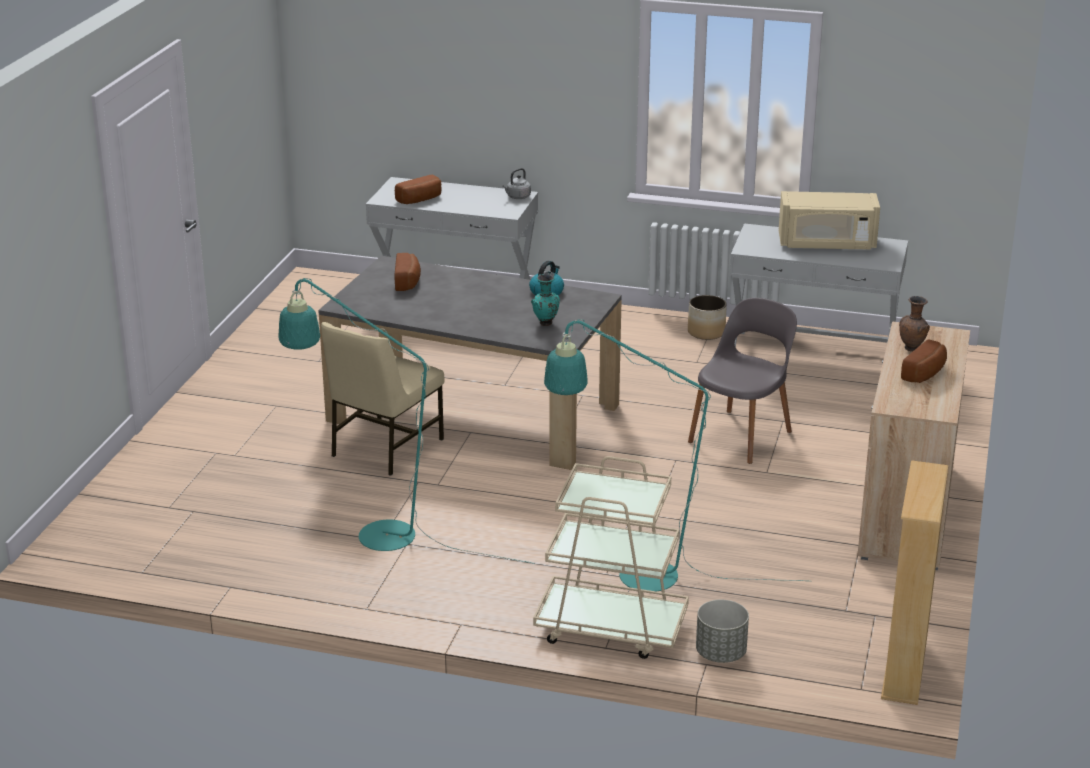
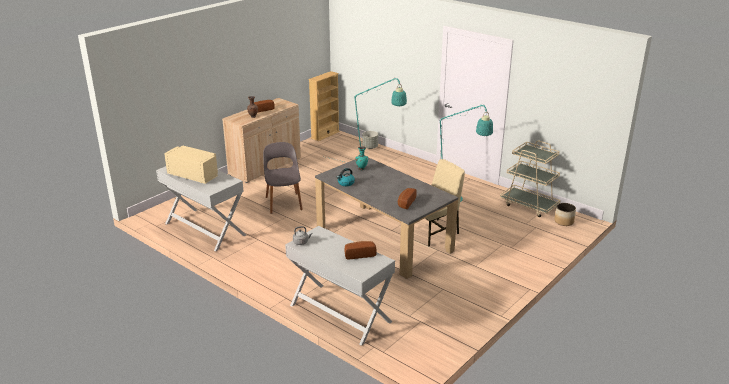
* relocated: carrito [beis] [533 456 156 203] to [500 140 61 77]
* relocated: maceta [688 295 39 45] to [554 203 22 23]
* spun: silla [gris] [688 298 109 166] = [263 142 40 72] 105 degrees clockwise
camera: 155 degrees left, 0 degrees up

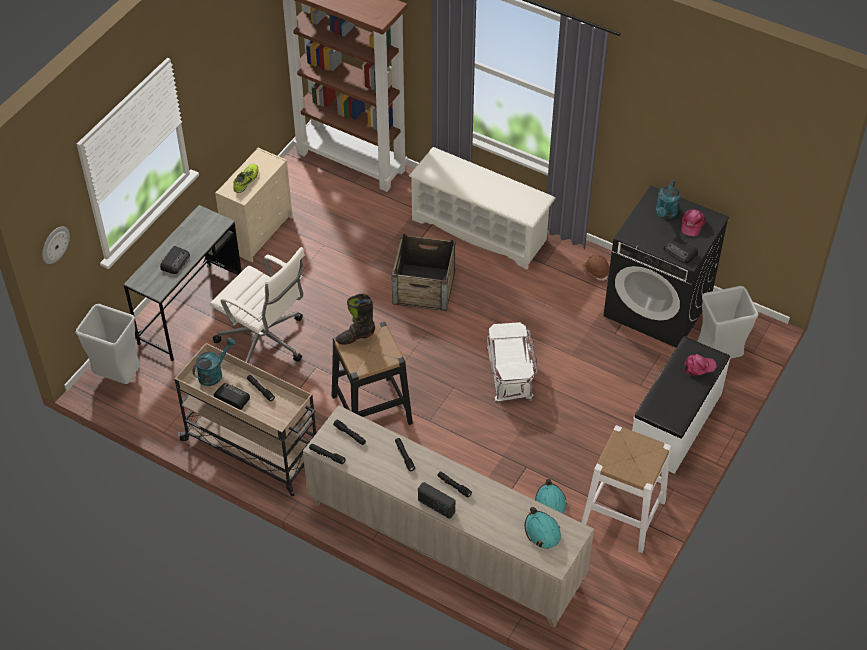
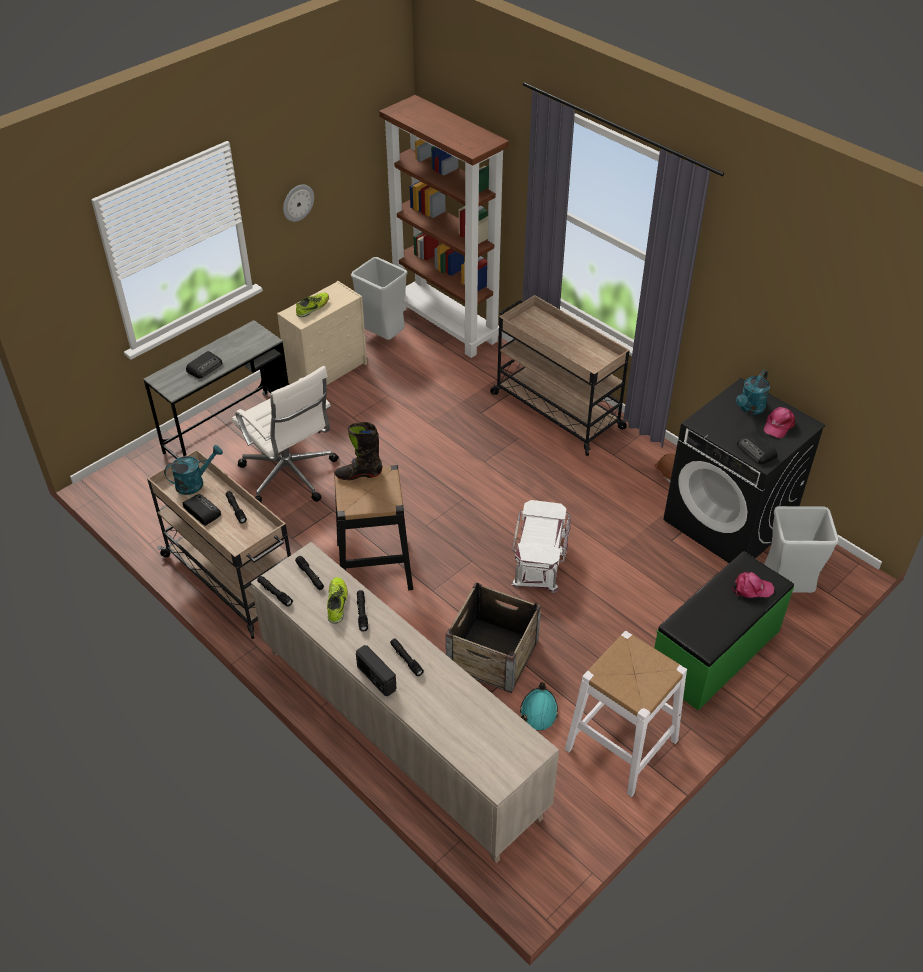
* missing: casco [turquesa] [525 507 36 42]
* appeared: zapato [327 577 21 47]
* relocated: reloj de pared [42 226 28 38] to [283 185 31 37]
* relocated: papelera [gris] [75 304 65 80] to [351 257 56 83]
* relocated: caja de embalaje [392 234 64 77] to [446 582 95 111]
* exchanged: zapatero [blanco] [409 147 147 122] to carrito [beis] [490 295 140 161]
* colour: banco [blanco] [632 336 98 138] to banco [verde] [654 551 140 159]
camera: 15 degrees right, 5 degrees down

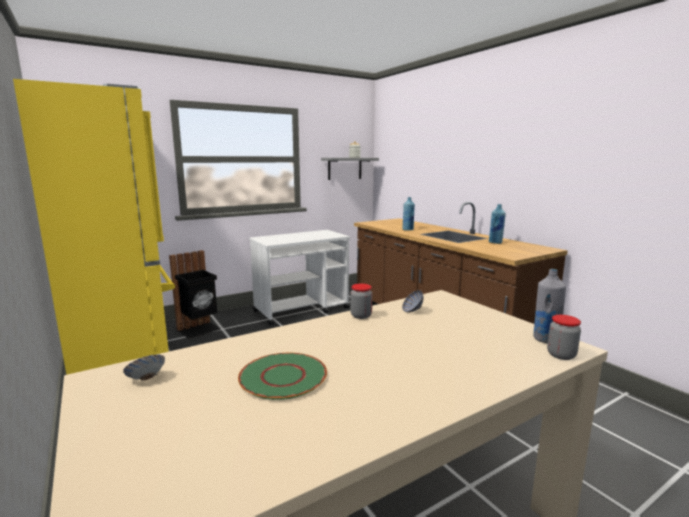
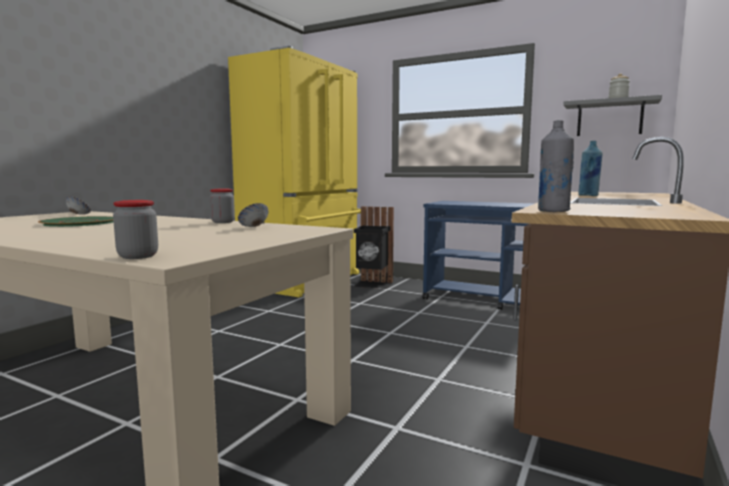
* missing: botella [azul] [489 204 17 40]
* relocated: botella [gris] [533 269 33 74] to [538 120 36 92]
* colour: carrito [blanco] [249 230 101 95] to carrito [azul] [422 201 113 109]
camera: 60 degrees right, 5 degrees down

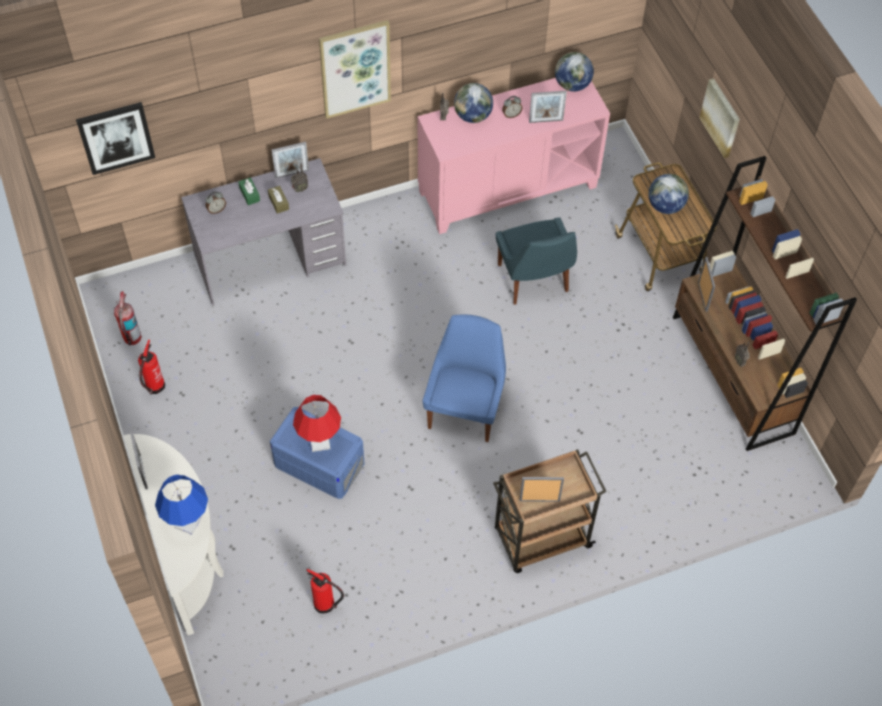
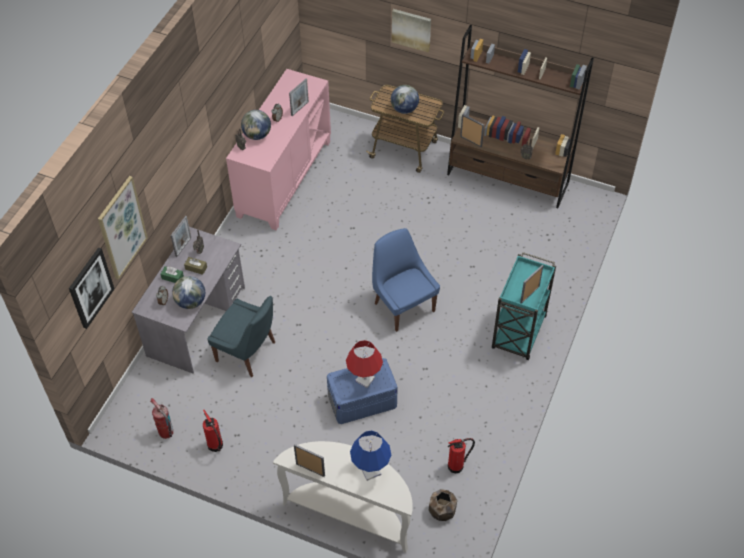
* appeared: maceta [marrón] [429 489 28 32]
* relocated: cuadro [319 20 72 99] to [98 176 50 104]
* relocated: silla [azul] [496 217 81 88] to [207 296 68 81]
* relocated: globo terráqueo [555 52 39 40] to [172 276 33 33]
* colour: carrito [marrón] [493 449 114 124] to carrito [turquesa] [492 252 64 108]
camera: 45 degrees left, 5 degrees down

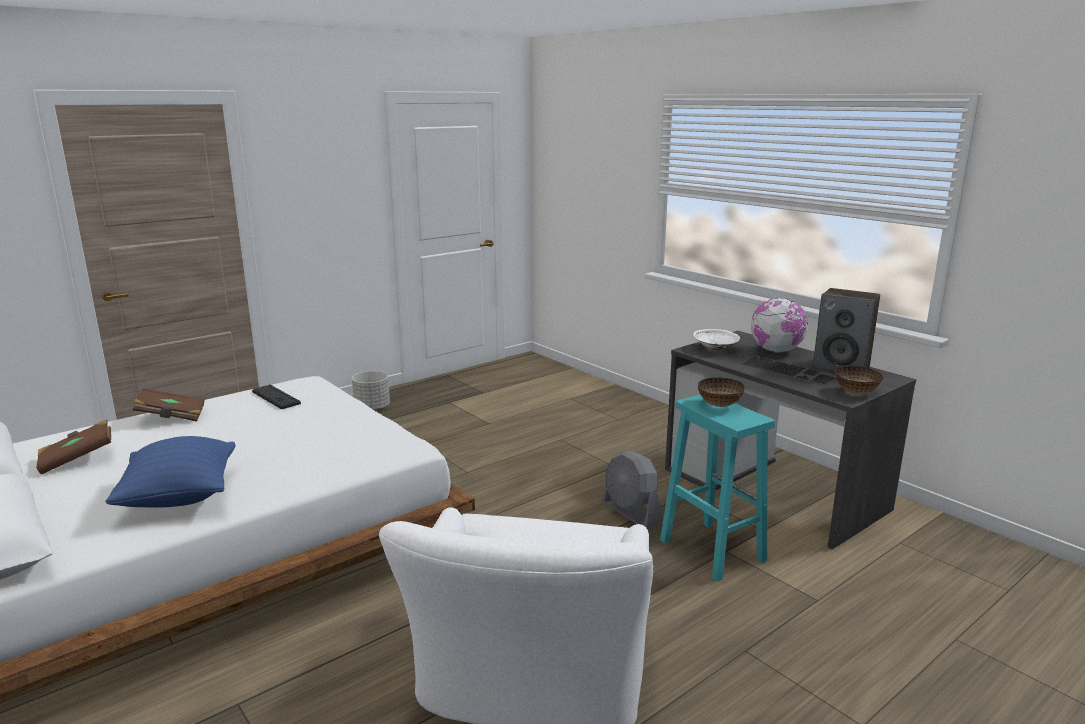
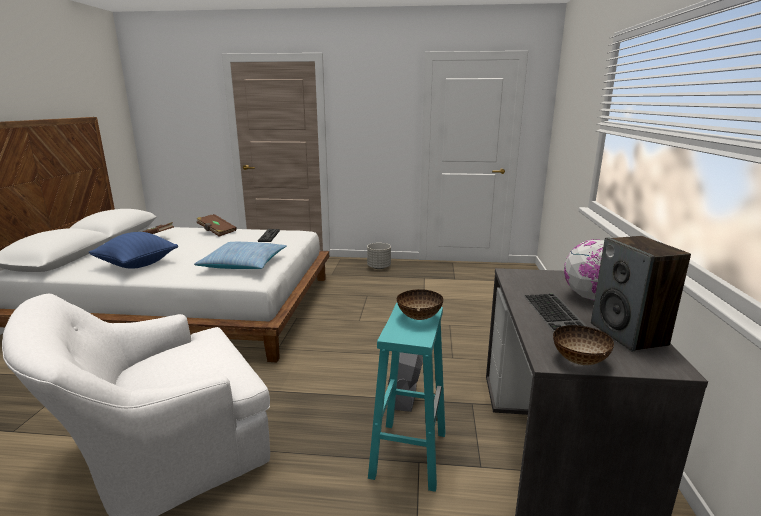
* missing: cuenco [blanco] [693 329 47 21]
* appeared: cojín [194 242 93 27]
camera: 45 degrees right, 0 degrees up

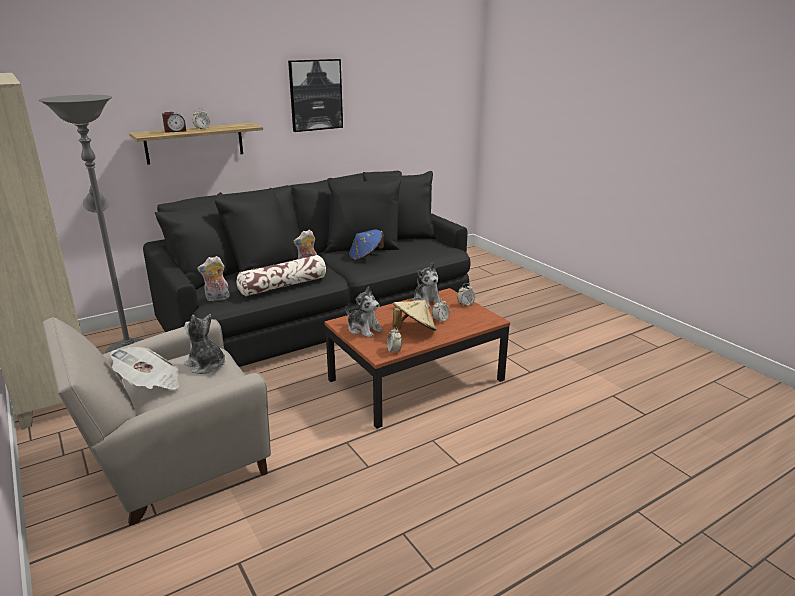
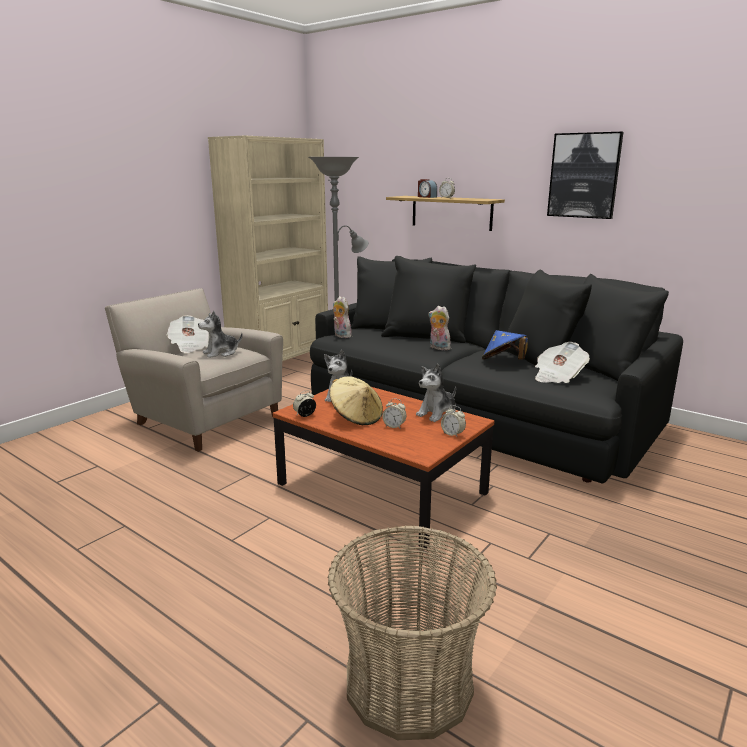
* missing: cojín [237 255 89 41]
* appeared: cesta [327 525 170 215]
* appeared: periódico [535 342 55 41]
* spun: peluche [184 314 41 60] = [198 311 45 47] 135 degrees counterclockwise
camera: 70 degrees right, 5 degrees down

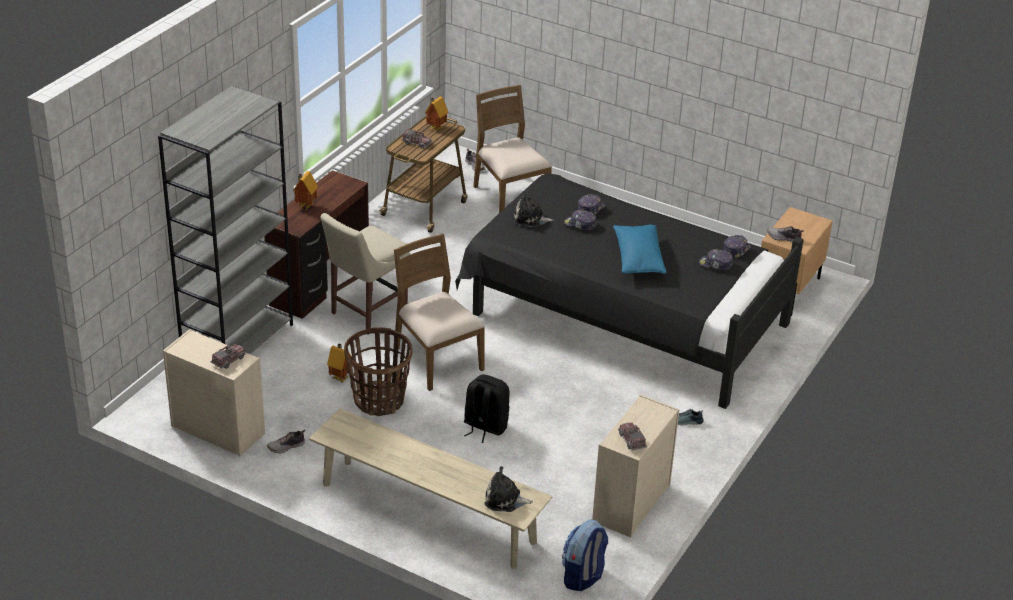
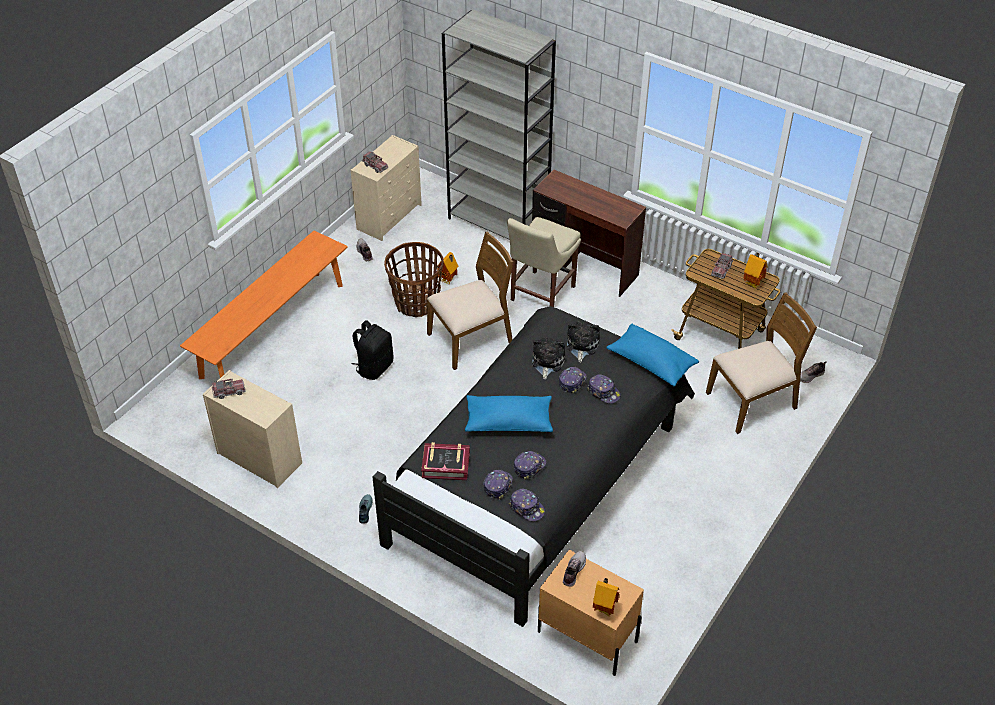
* missing: mochila [562 519 46 72]
* appeared: libro [421 442 49 38]
* appeared: gorra [514 451 32 29]
* appeared: cojín [azul] [606 324 93 62]
* relocated: casita [293 171 25 39] to [593 578 27 38]
* relocated: peluche [484 466 49 46] to [532 337 33 43]
* colour: banco [beis] [309 408 244 161] to banco [naranja] [180 231 168 148]
* spun: silla [beis] [321 213 90 122] = [507 217 74 90] 105 degrees counterclockwise
camera: 95 degrees right, 10 degrees up

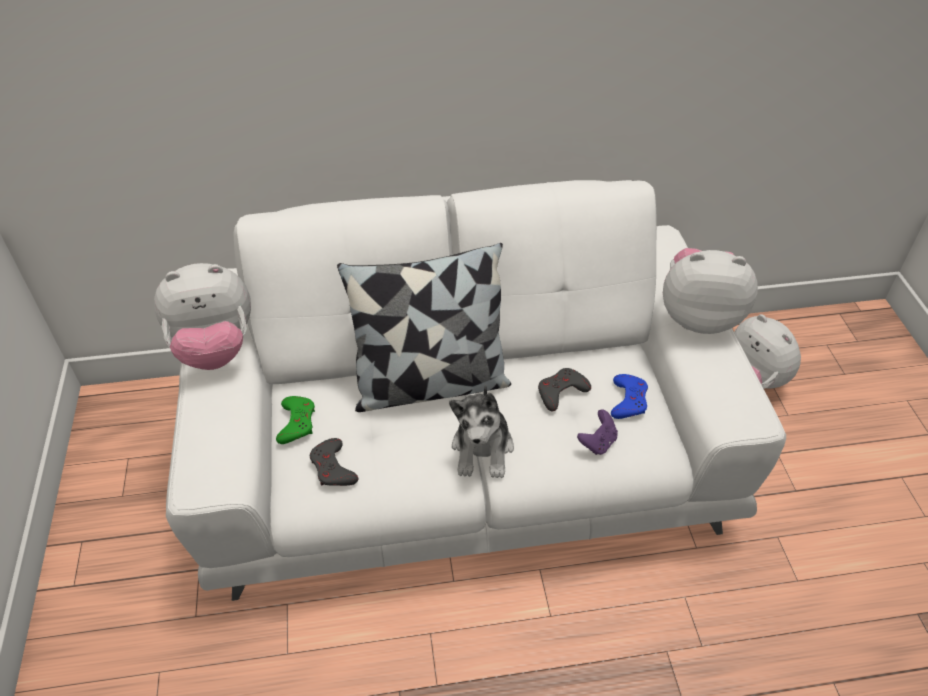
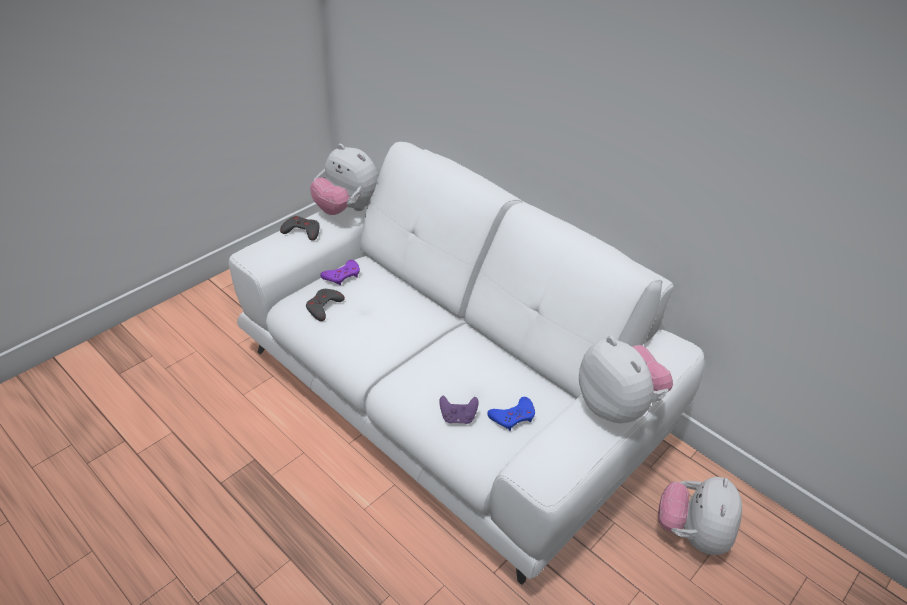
* missing: cojín [337 243 174 169]
* missing: peluche [449 385 65 93]
* relocated: mando de consola [gris] [538 368 53 43] to [280 216 40 25]
* colour: mando de consola [verde] [276 396 39 48] to mando de consola [morado] [320 260 40 25]
camera: 50 degrees right, 5 degrees down

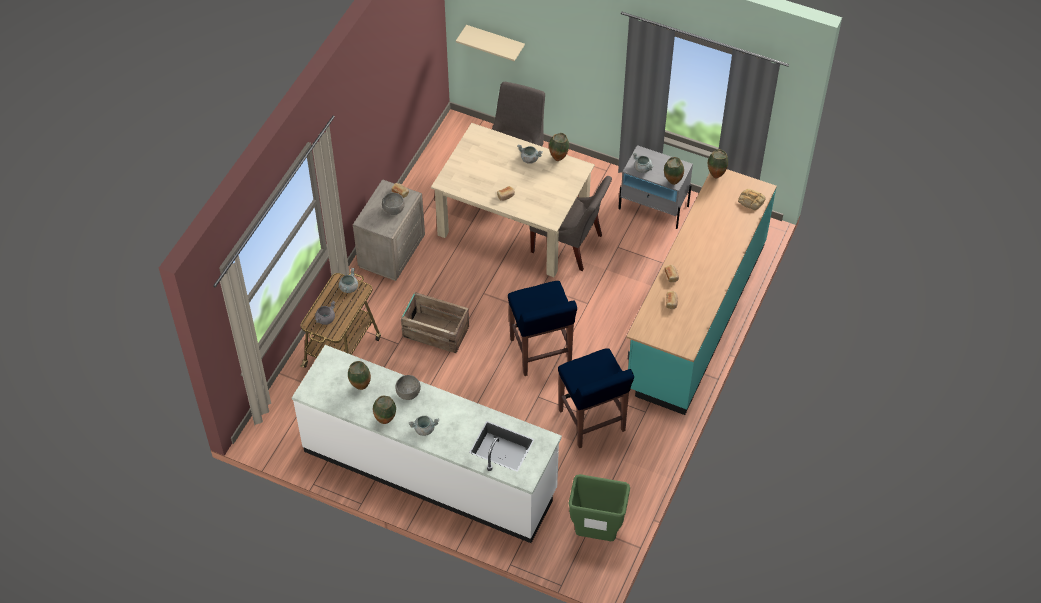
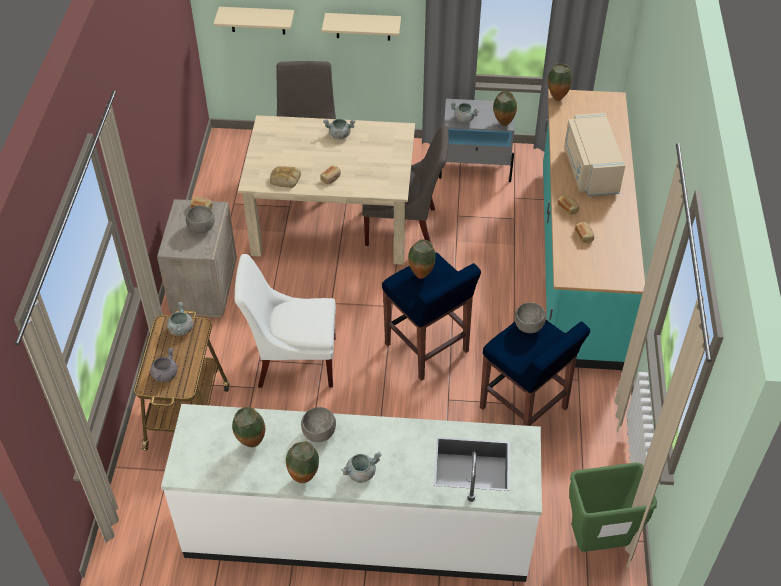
* appeared: estante [beis] [322 13 79 28]
* appeared: cuenco [gris] [515 303 31 30]
* appeared: microondas [beis] [564 113 61 83]
* relocated: florero [549 133 20 28] to [408 239 27 40]
* relocated: pan [738 189 28 21] to [270 166 31 22]
* exchanged: caja de embalaje [401 292 68 61] to silla [blanco] [234 254 102 134]
camera: 20 degrees left, 5 degrees down

